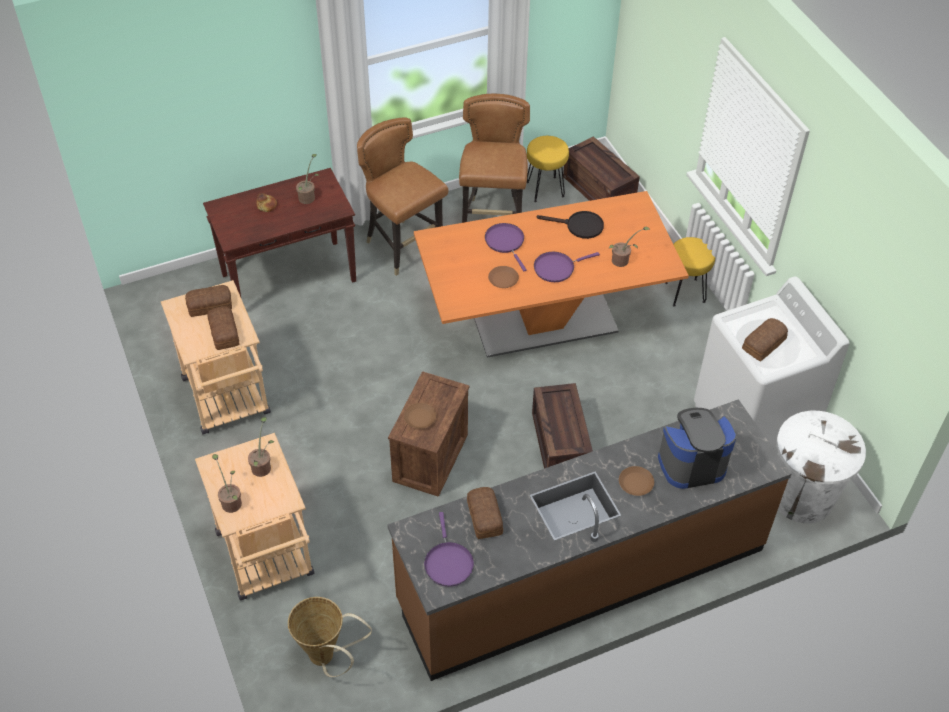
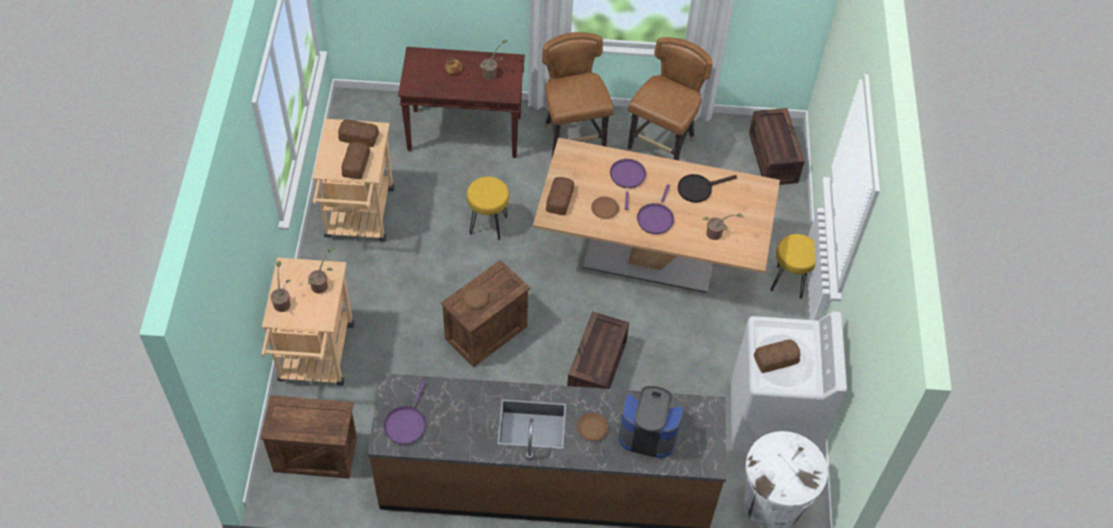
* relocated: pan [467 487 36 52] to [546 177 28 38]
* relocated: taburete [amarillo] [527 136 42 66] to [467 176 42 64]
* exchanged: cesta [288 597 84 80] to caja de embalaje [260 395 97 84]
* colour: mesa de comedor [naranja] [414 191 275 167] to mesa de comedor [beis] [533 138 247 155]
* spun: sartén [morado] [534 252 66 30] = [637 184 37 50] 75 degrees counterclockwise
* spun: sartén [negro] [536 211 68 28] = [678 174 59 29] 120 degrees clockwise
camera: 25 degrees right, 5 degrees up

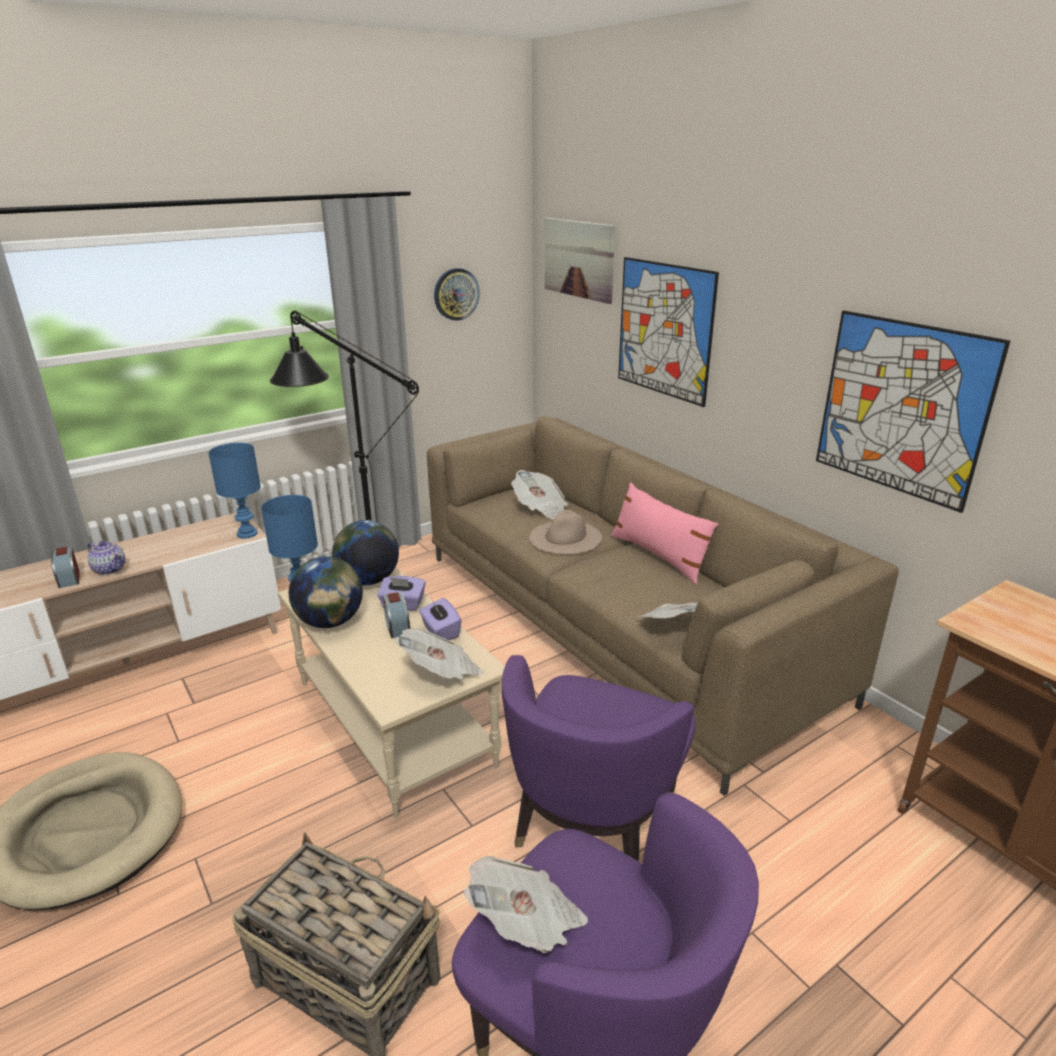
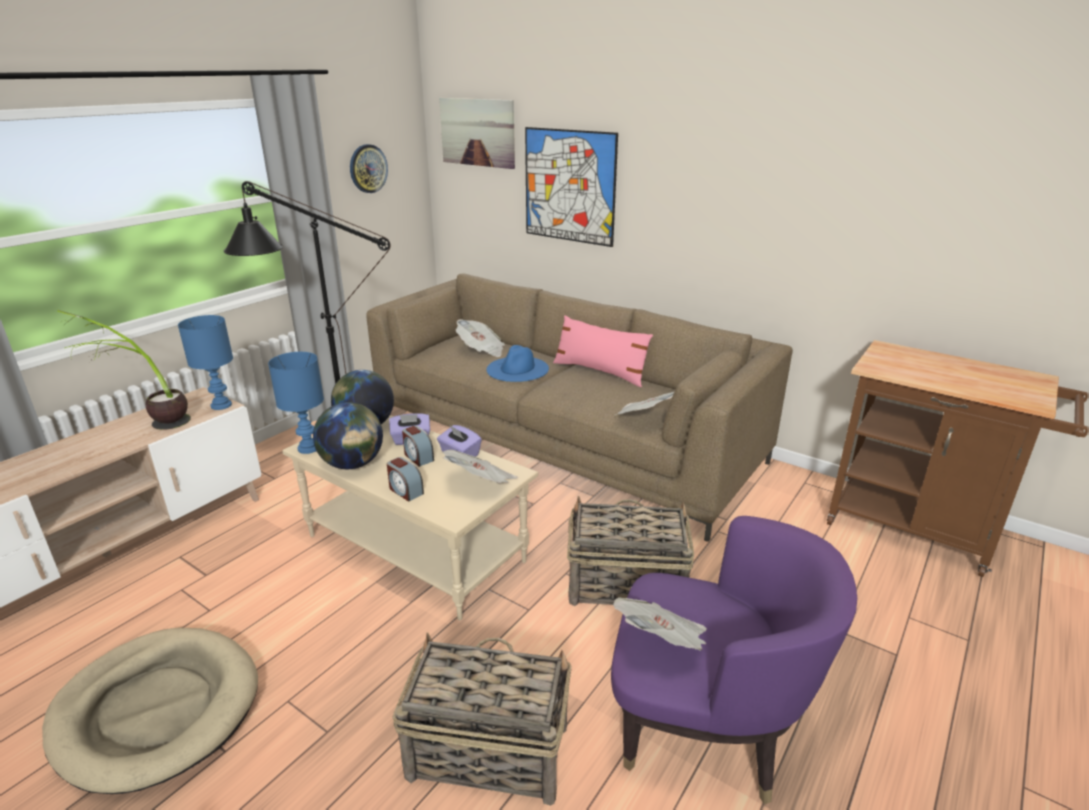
* missing: tetera [87 541 39 34]
* missing: cuadro [816 311 195 202]
* appeared: planta en maceta [57 310 134 120]
* relocated: despertador [51 546 29 42] to [387 457 37 45]
* exchanged: sillón [morado] [502 655 194 206] to cesta [567 496 127 110]
* colour: sombrero [beis] [529 510 73 44] to sombrero [azul] [487 345 62 37]
camera: 20 degrees left, 0 degrees up

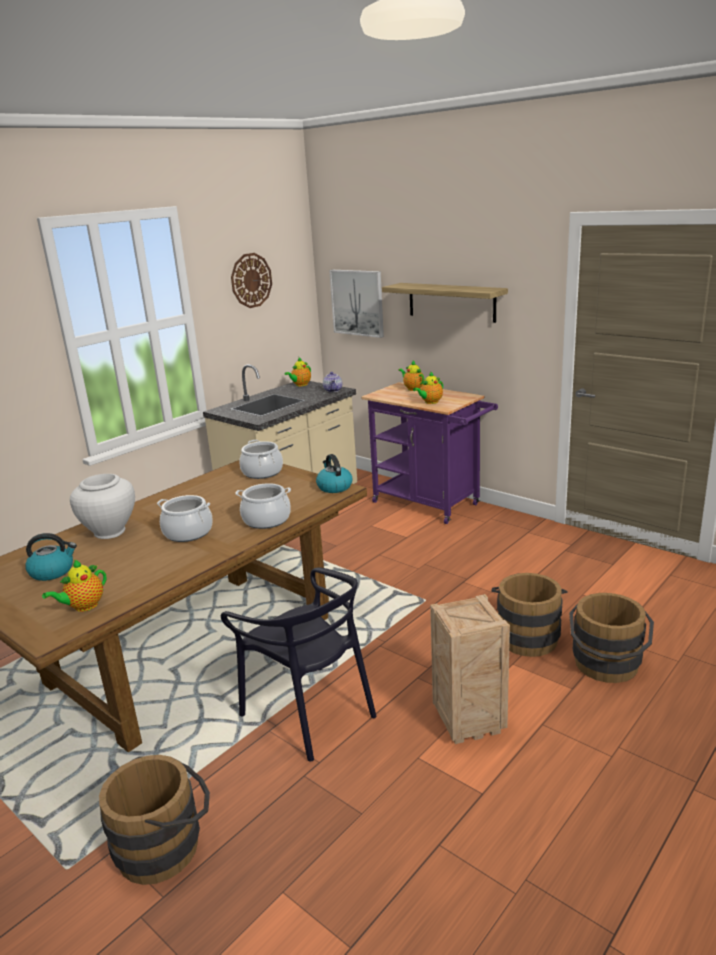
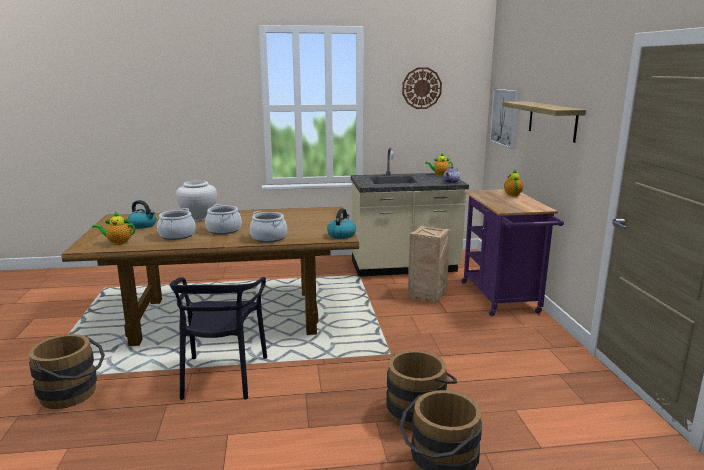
* missing: tetera [413 371 30 33]
* relocated: olla [240 440 43 39] to [157 208 38 32]
* relocated: caja de embalaje [430 594 80 150] to [408 226 42 77]
camera: 40 degrees right, 5 degrees down

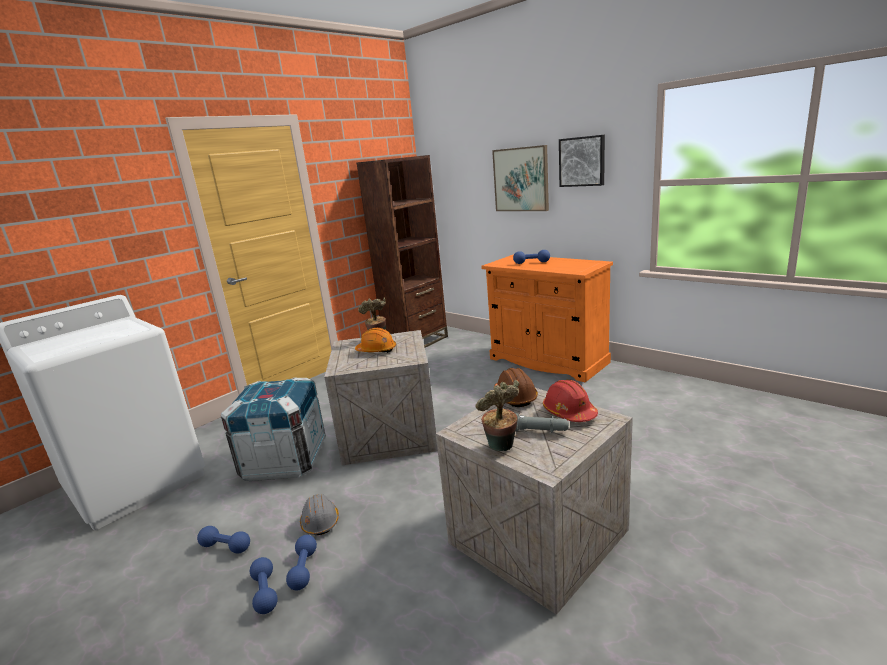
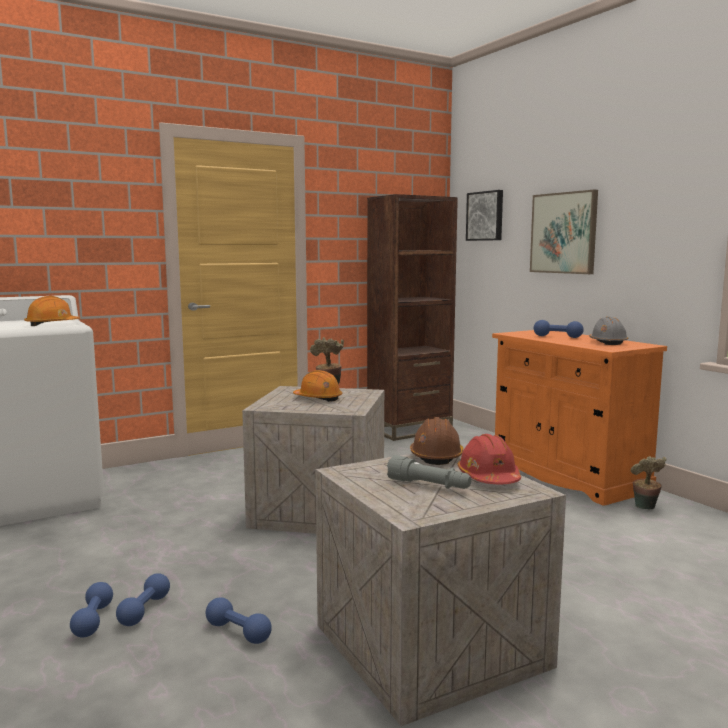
* missing: caja de embalaje [221 378 105 103]
* appeared: casco [naranja] [24 296 56 30]
* relocated: mancuerna [azul] [197 526 53 27] to [206 597 66 47]
* relocated: casco [gris] [300 494 39 41] to [589 316 39 29]
* relocated: planta en maceta [475 380 44 71] to [630 456 37 53]
* relocated: cuadro [559 135 46 52] to [466 190 37 51]
camera: 15 degrees right, 10 degrees down

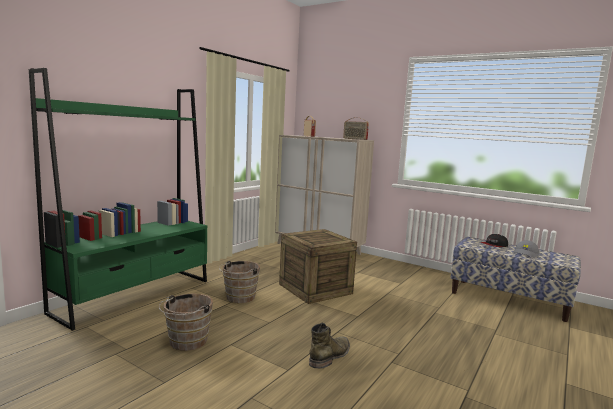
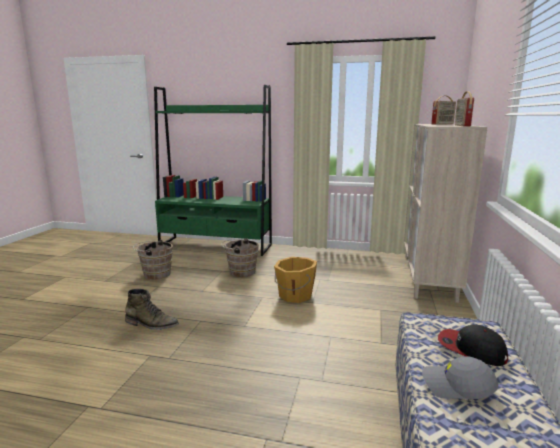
* exchanged: caja de embalaje [279 229 78 75] to cubo [naranja] [274 257 43 46]
camera: 70 degrees right, 5 degrees up

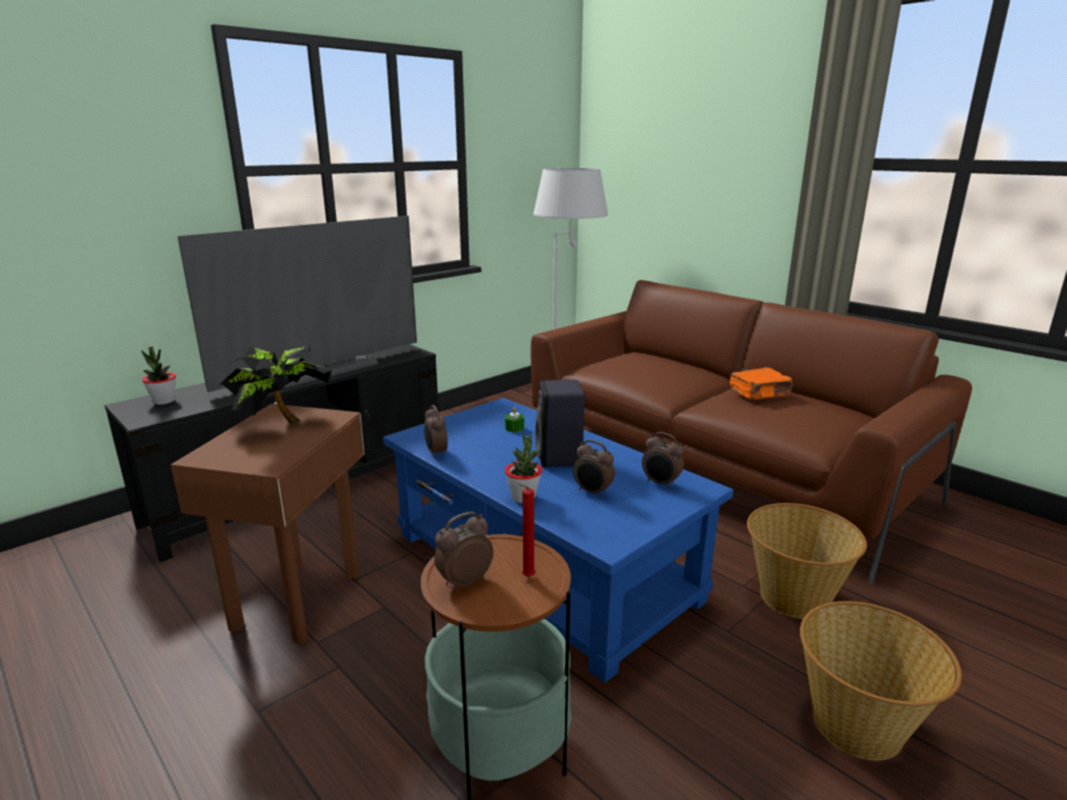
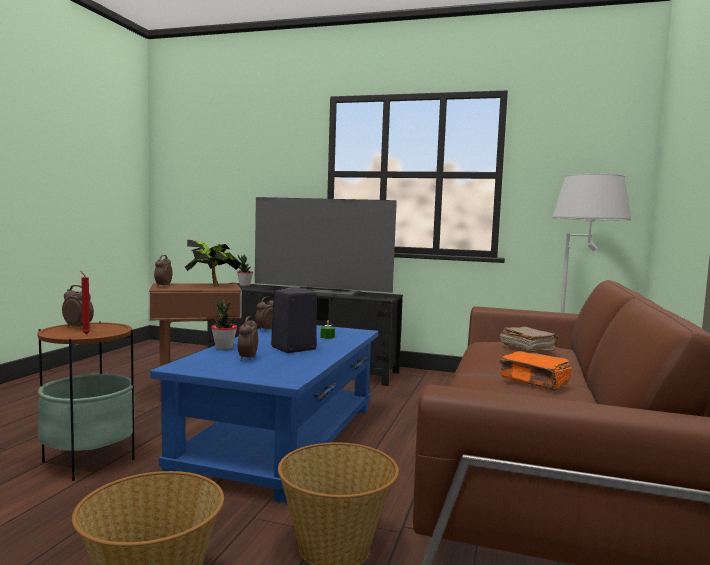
* appeared: libro [marrón] [500 326 59 26]
* relocated: despertador [642 432 42 57] to [154 255 19 32]
camera: 60 degrees right, 15 degrees down

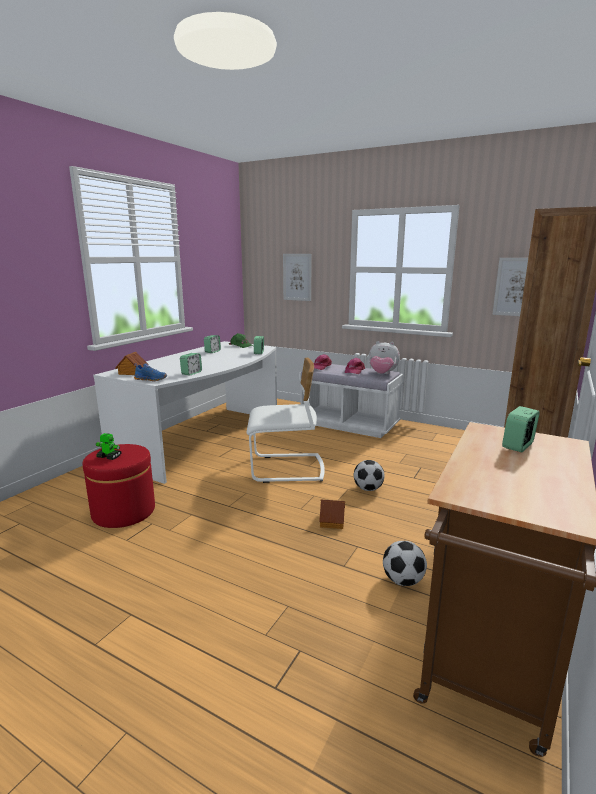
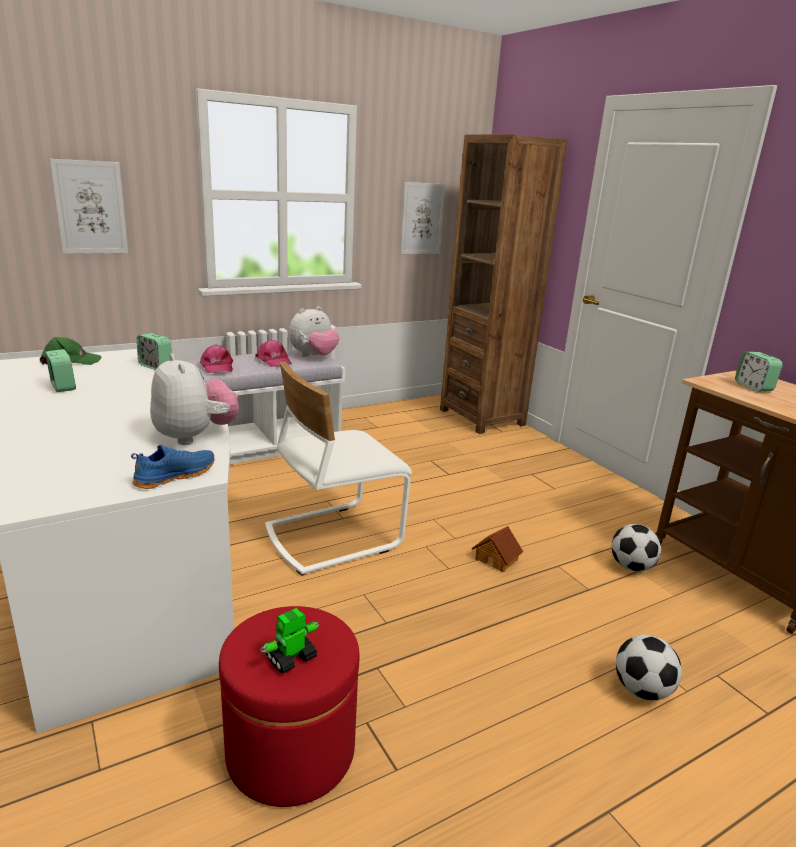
* missing: casita [115 352 34 23]
* relocated: balón de fútbol [354 460 31 31] to [616 635 66 66]
* exchanged: despertador [180 353 22 22] to peluche [150 353 89 92]
* spun: silla [blanco] [247 358 78 125] = [265 362 147 214] 150 degrees counterclockwise
camera: 60 degrees left, 5 degrees up

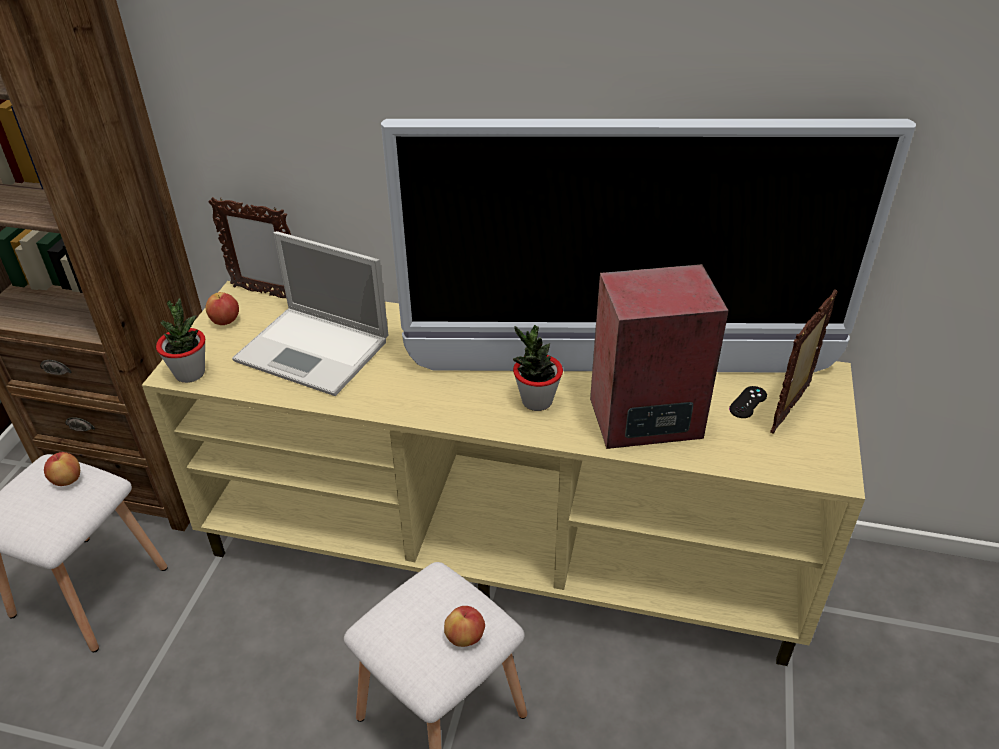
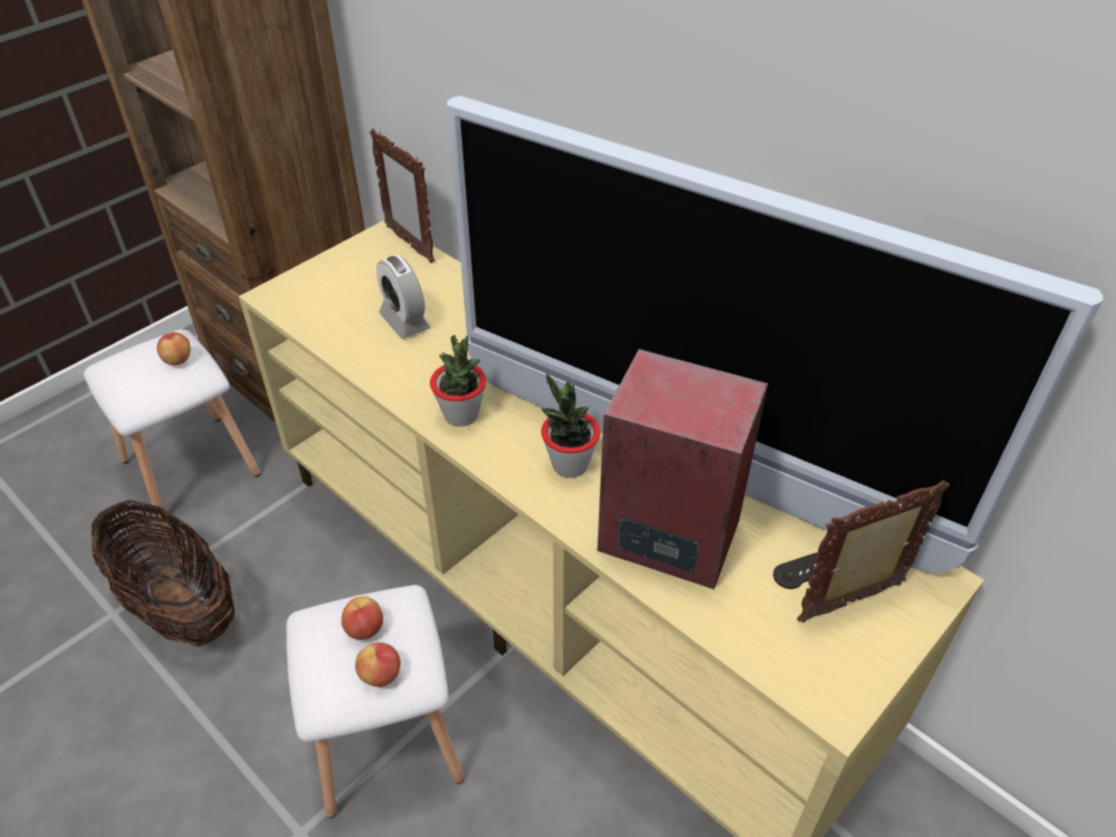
* appeared: cesta [91 500 144 147]
* relocated: planta en maceta [156 298 49 85] to [430 335 56 92]
* relocated: manzana [205 292 34 33] to [341 596 42 44]
* exchanged: portátil [232 231 156 165] to despertador [376 255 55 84]
camera: 30 degrees right, 5 degrees up

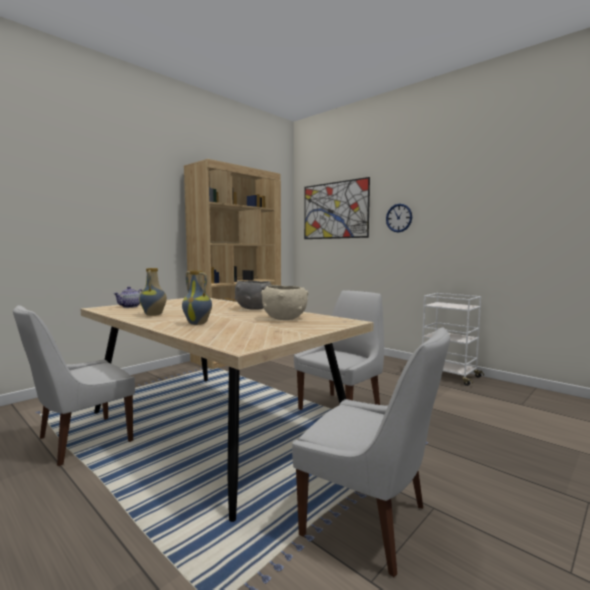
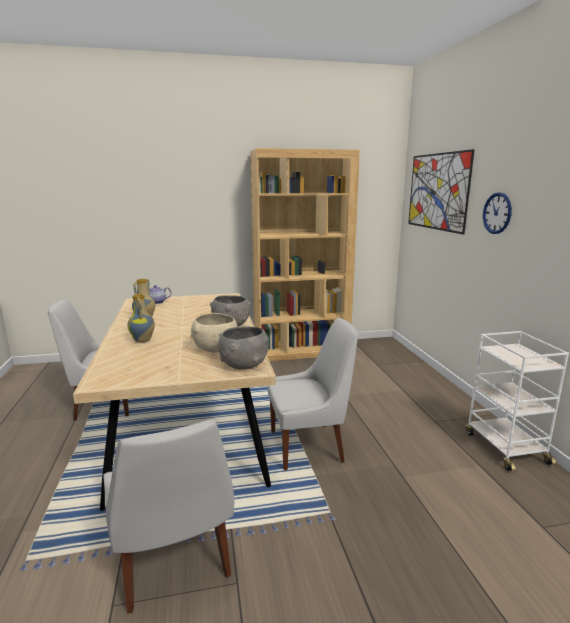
* appeared: cuenco [gris] [219 326 50 44]
camera: 35 degrees right, 10 degrees up

